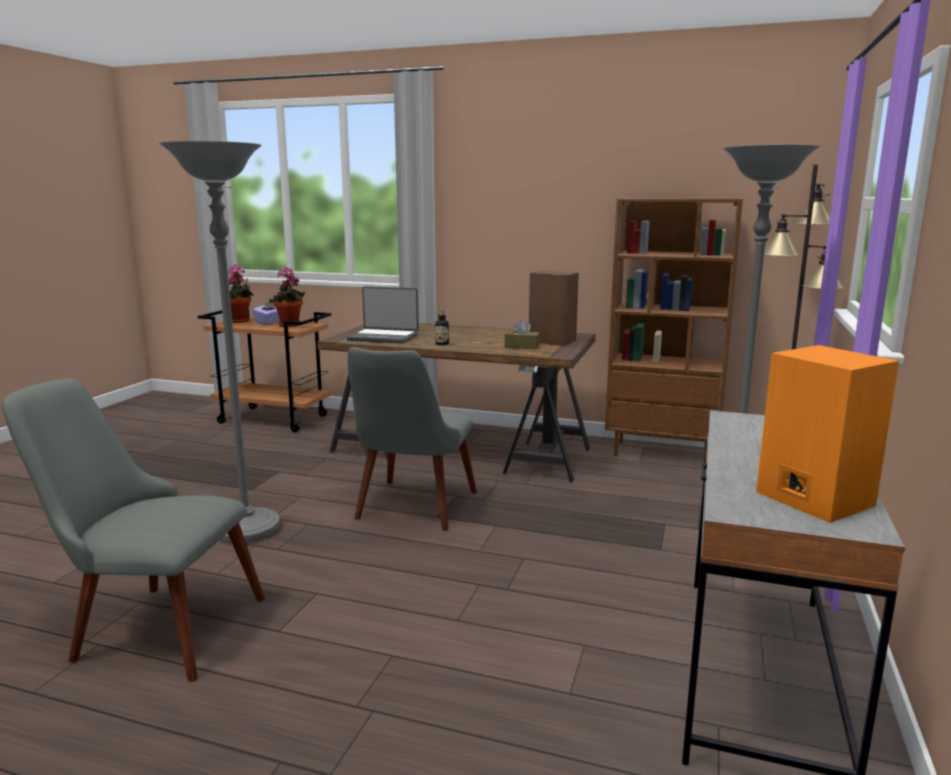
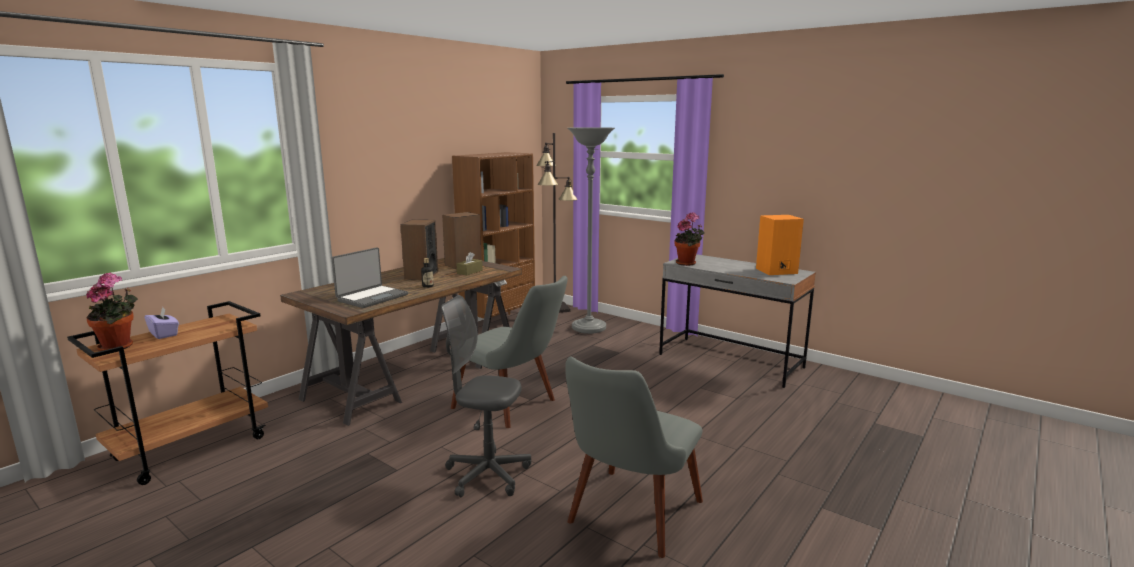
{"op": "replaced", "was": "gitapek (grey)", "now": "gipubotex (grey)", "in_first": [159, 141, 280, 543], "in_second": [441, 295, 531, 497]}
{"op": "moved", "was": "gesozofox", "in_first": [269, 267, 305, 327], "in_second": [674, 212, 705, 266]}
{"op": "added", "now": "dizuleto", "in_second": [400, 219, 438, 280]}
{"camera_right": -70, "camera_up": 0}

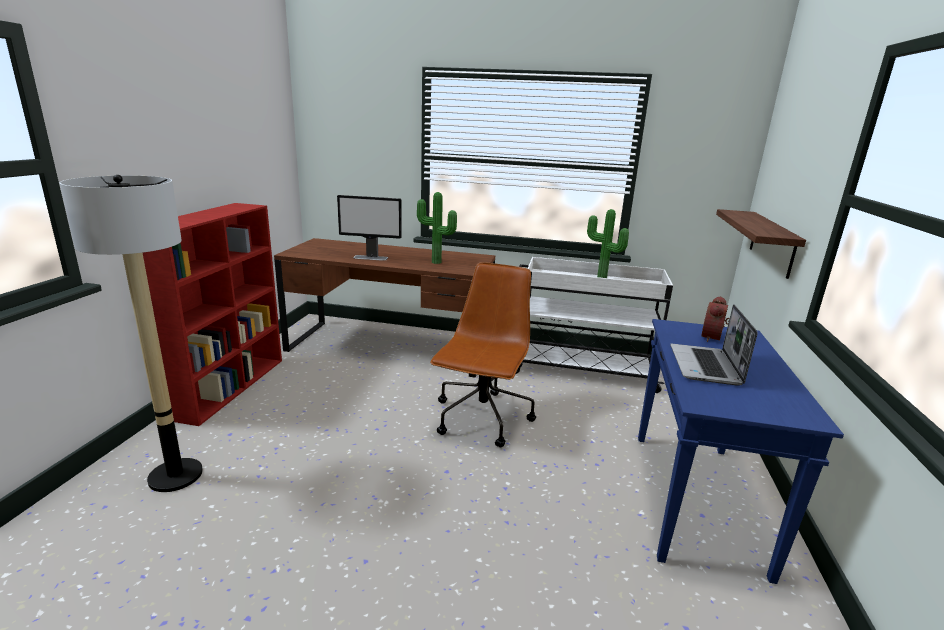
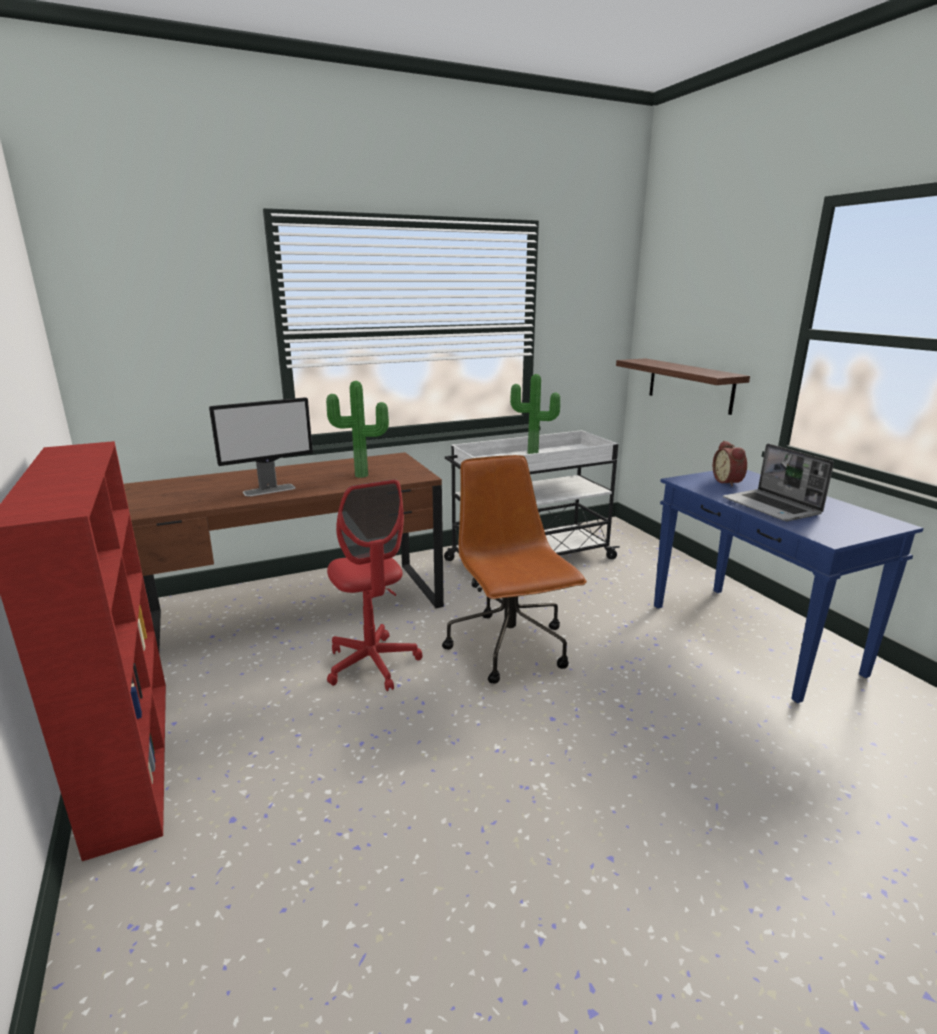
{"op": "removed", "was": "gitapek", "in_first": [59, 175, 203, 492]}
{"op": "added", "now": "gipubotex (red)", "in_second": [327, 479, 422, 691]}
{"camera_right": -35, "camera_up": 0}

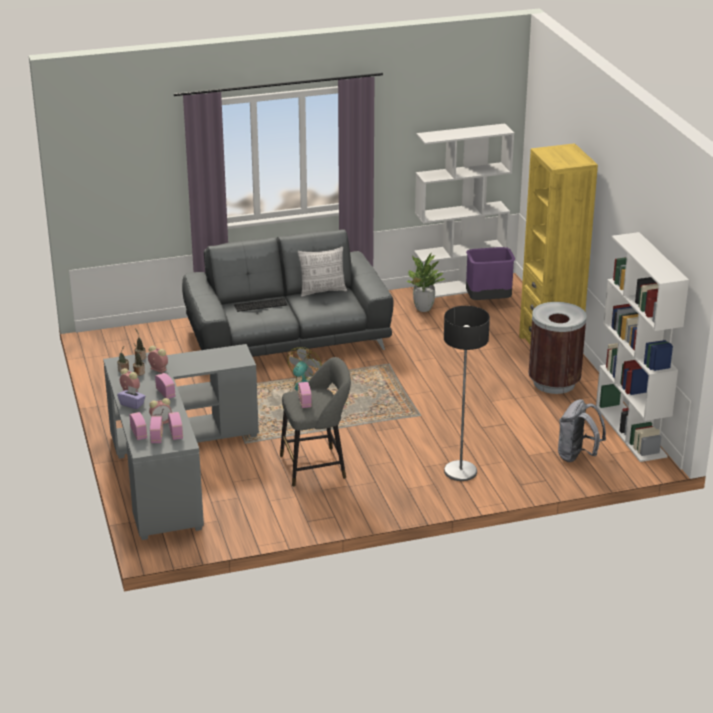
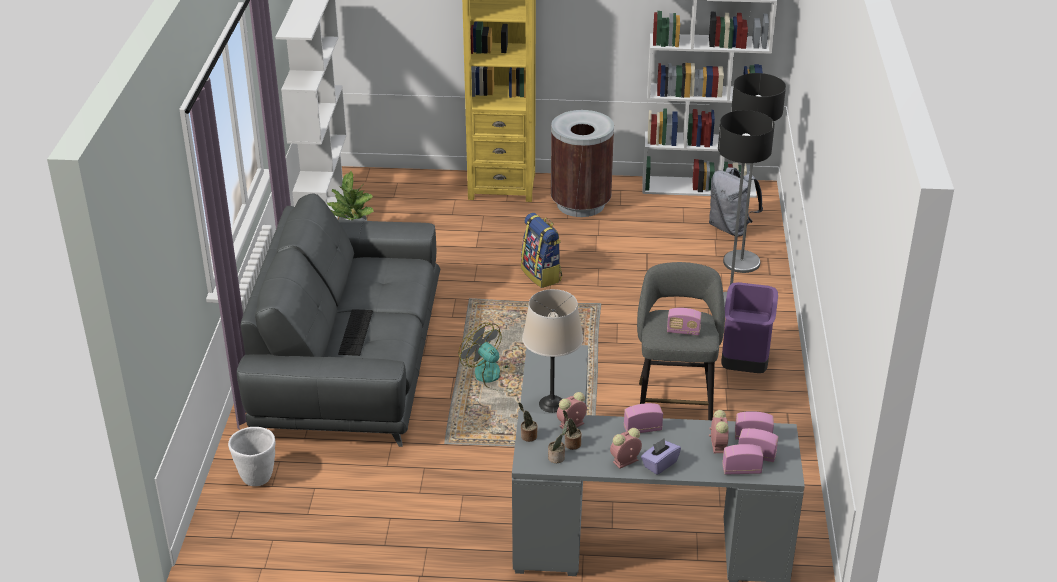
{"op": "removed", "was": "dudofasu", "in_first": [298, 247, 347, 297]}
{"op": "moved", "was": "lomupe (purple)", "in_first": [466, 247, 515, 300], "in_second": [721, 282, 778, 373]}
{"op": "added", "now": "gitapek", "in_second": [723, 73, 786, 273]}
{"op": "added", "now": "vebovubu", "in_second": [521, 213, 562, 288]}
{"op": "added", "now": "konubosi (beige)", "in_second": [522, 289, 583, 413]}
{"op": "added", "now": "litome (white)", "in_second": [228, 427, 275, 486]}
{"camera_right": -70, "camera_up": 5}

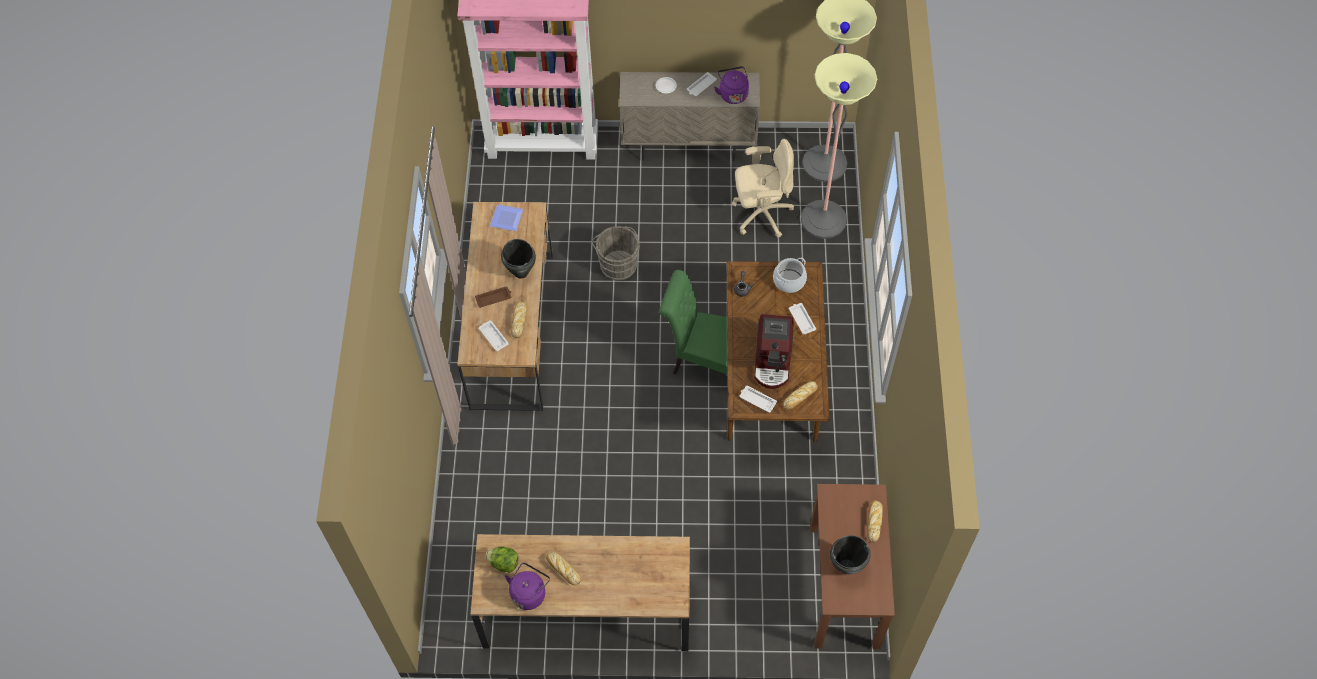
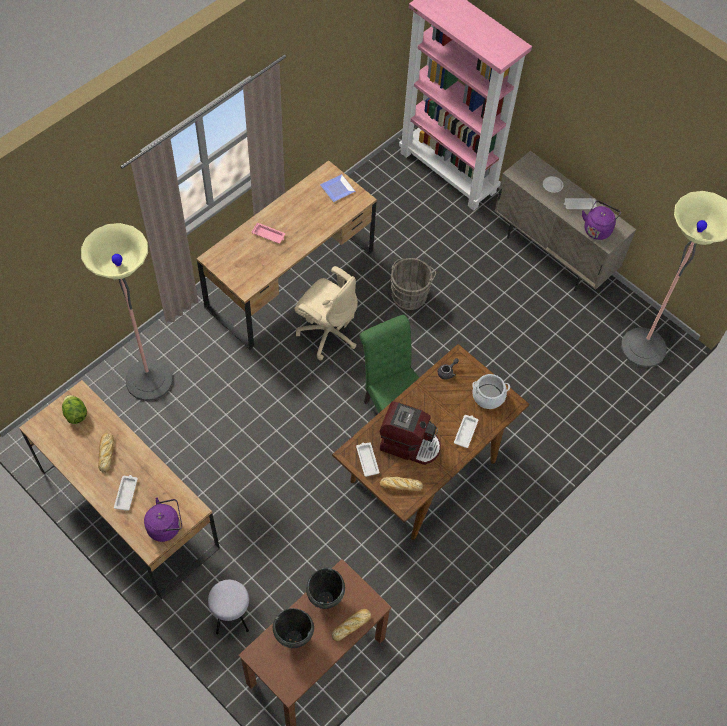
{"op": "moved", "was": "gitapek", "in_first": [801, 53, 877, 239], "in_second": [81, 223, 173, 401]}
{"op": "moved", "was": "gipubotex (beige)", "in_first": [731, 139, 794, 238], "in_second": [295, 266, 358, 360]}
{"op": "moved", "was": "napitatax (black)", "in_first": [501, 239, 536, 279], "in_second": [306, 568, 345, 609]}
{"op": "recoloured", "was": "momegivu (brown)", "now": "momegivu (pink)", "in_first": [475, 286, 511, 308], "in_second": [252, 223, 285, 243]}
{"op": "removed", "was": "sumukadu", "in_first": [511, 302, 527, 338]}
{"op": "turned", "was": "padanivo", "in_first": [754, 314, 794, 389], "in_second": [380, 402, 441, 465], "clockwise": -120}
{"op": "moved", "was": "momegivu (white)", "in_first": [479, 320, 509, 351], "in_second": [114, 475, 138, 511]}
{"op": "moved", "was": "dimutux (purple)", "in_first": [505, 563, 550, 610], "in_second": [144, 498, 182, 542]}
{"op": "added", "now": "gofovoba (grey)", "in_second": [208, 580, 249, 634]}
{"camera_right": 40, "camera_up": 0}

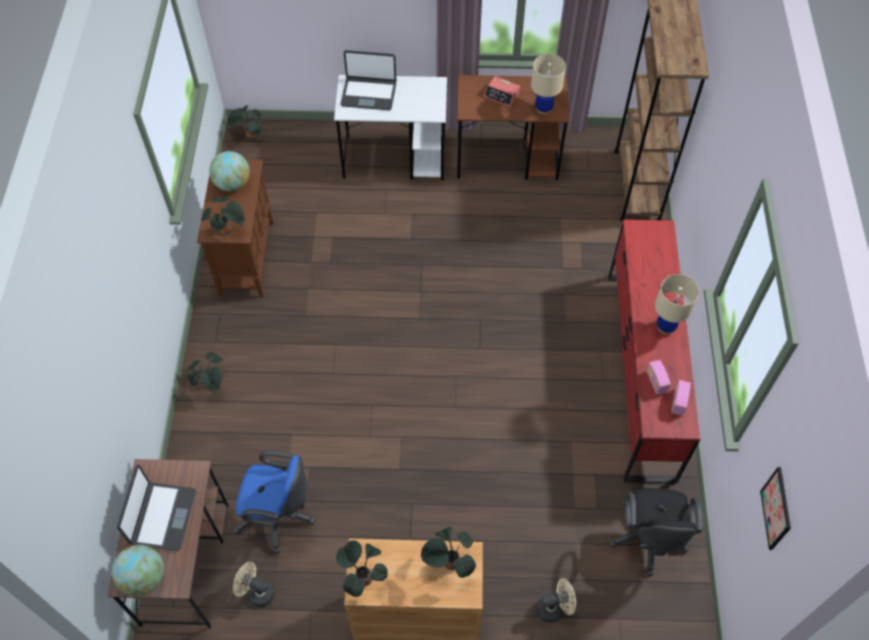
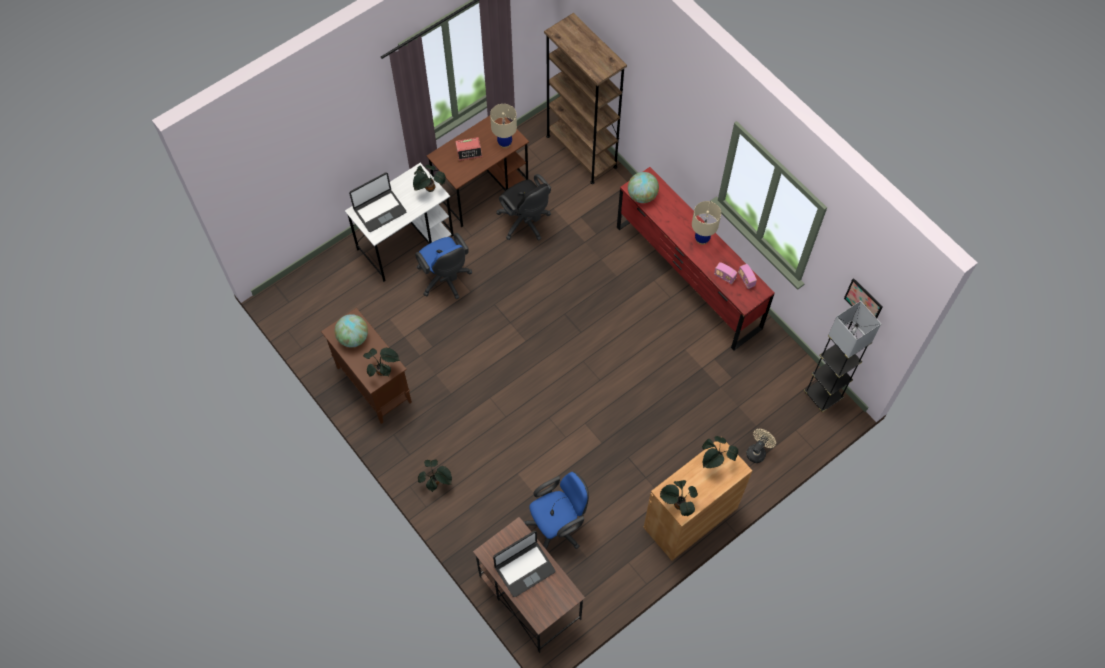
{"op": "moved", "was": "gesozofox", "in_first": [228, 105, 262, 140], "in_second": [413, 165, 446, 192]}
{"op": "turned", "was": "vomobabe", "in_first": [117, 465, 196, 551], "in_second": [493, 531, 555, 597], "clockwise": 90}
{"op": "moved", "was": "gipubotex (black)", "in_first": [609, 488, 703, 576], "in_second": [496, 174, 551, 241]}
{"op": "moved", "was": "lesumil", "in_first": [112, 545, 164, 596], "in_second": [628, 172, 659, 203]}
{"op": "removed", "was": "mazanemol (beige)", "in_first": [233, 562, 275, 607]}
{"op": "added", "now": "gipubotex (blue)", "in_second": [415, 233, 472, 299]}
{"op": "added", "now": "gitapek (grey)", "in_second": [804, 301, 881, 412]}
{"camera_right": -40, "camera_up": 5}

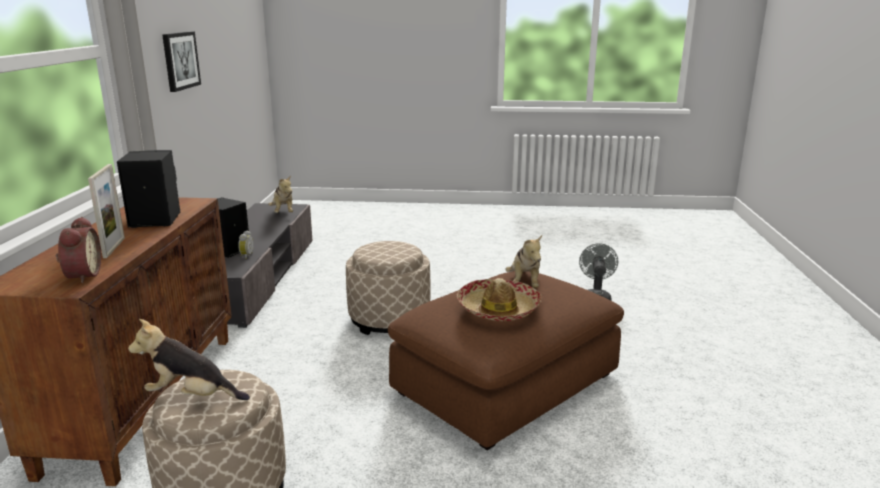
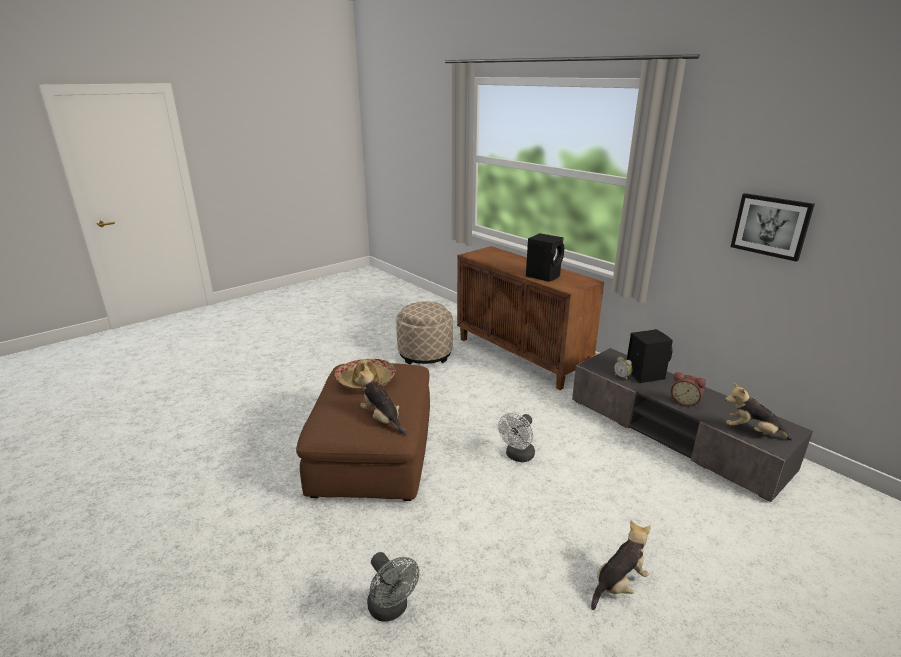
{"op": "removed", "was": "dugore", "in_first": [88, 164, 125, 258]}
{"op": "moved", "was": "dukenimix", "in_first": [56, 217, 101, 283], "in_second": [671, 372, 706, 407]}
{"op": "replaced", "was": "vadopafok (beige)", "now": "mazanemol (white)", "in_first": [346, 241, 431, 335], "in_second": [498, 413, 535, 462]}
{"op": "moved", "was": "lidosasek", "in_first": [128, 319, 250, 400], "in_second": [591, 521, 651, 610]}
{"camera_right": 135, "camera_up": 5}

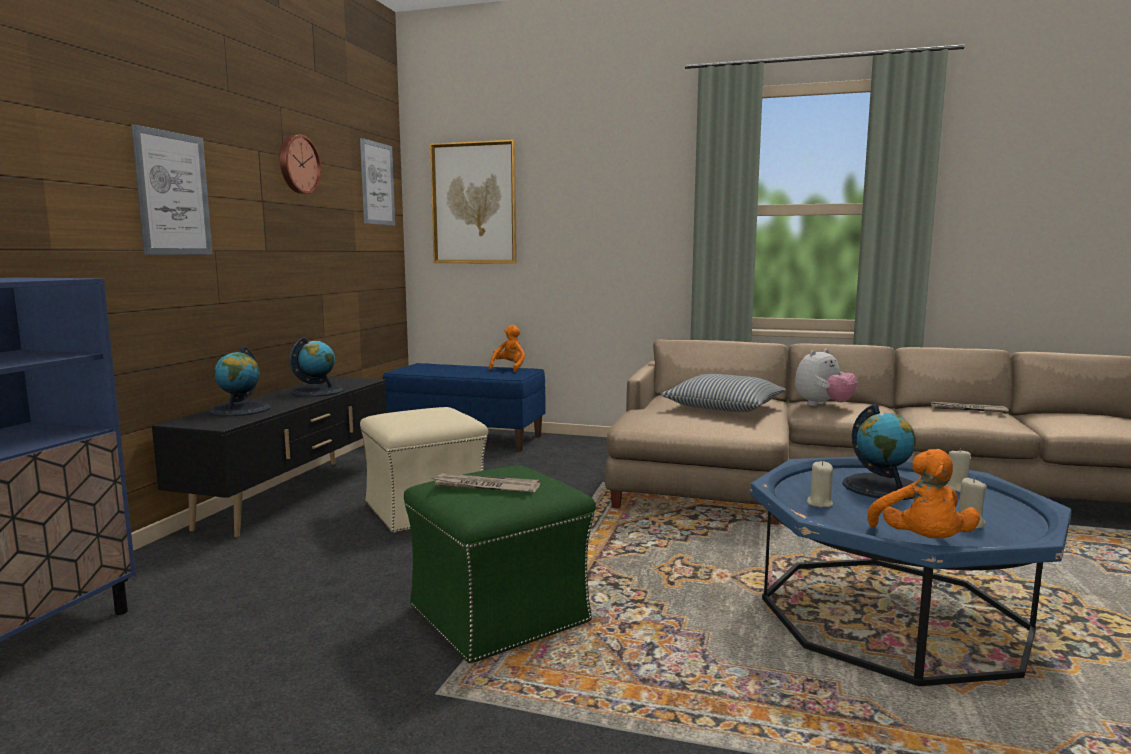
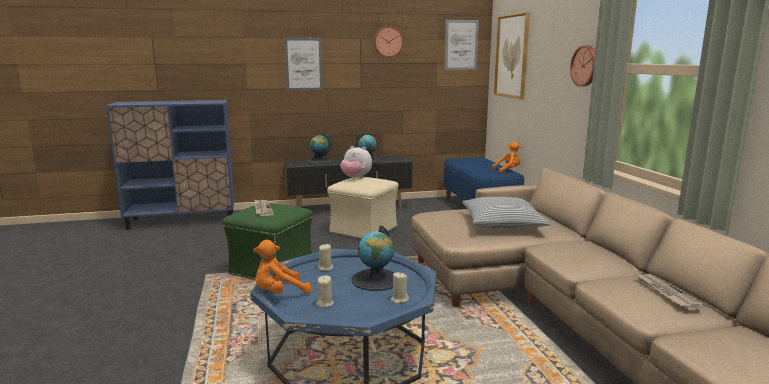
{"op": "moved", "was": "lidosasek", "in_first": [795, 349, 858, 406], "in_second": [340, 146, 372, 178]}
{"op": "added", "now": "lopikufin", "in_second": [570, 46, 595, 87]}
{"camera_right": 60, "camera_up": 5}

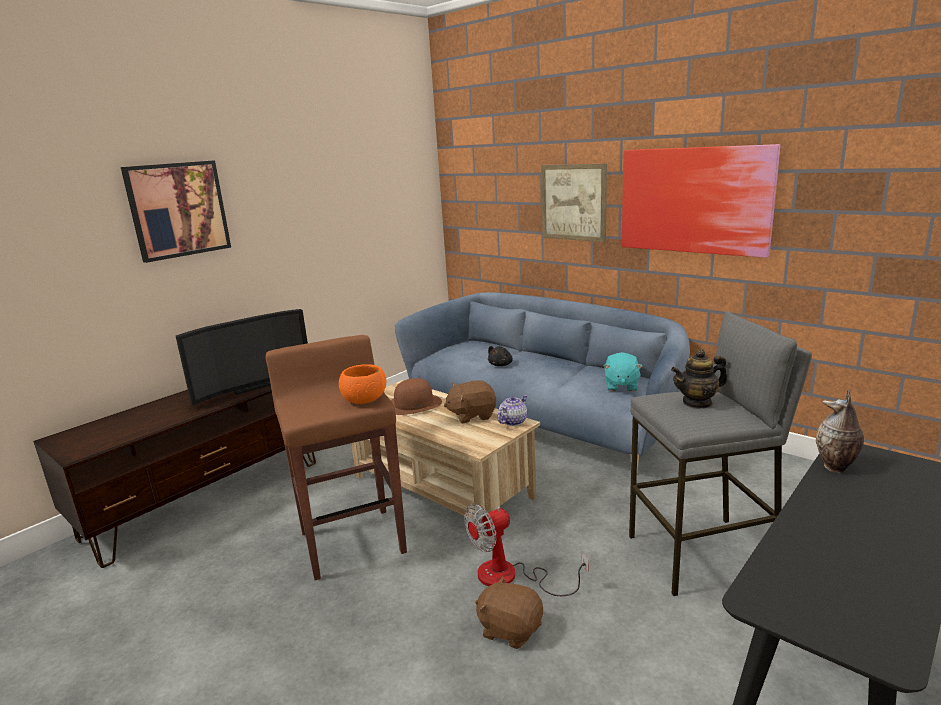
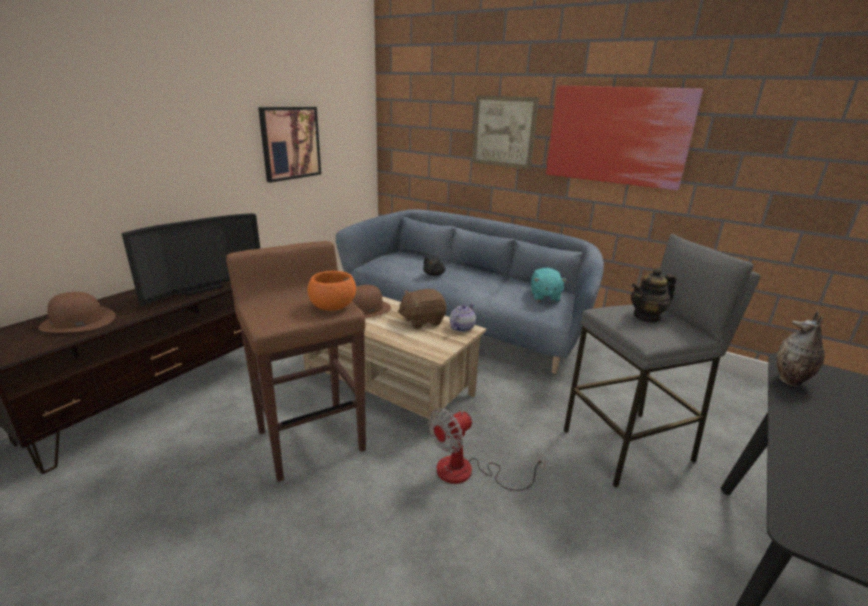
{"op": "moved", "was": "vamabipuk", "in_first": [121, 160, 231, 263], "in_second": [258, 107, 321, 183]}
{"op": "removed", "was": "lidosasek (brown)", "in_first": [475, 576, 543, 649]}
{"op": "added", "now": "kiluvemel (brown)", "in_second": [38, 292, 116, 332]}
{"camera_right": -10, "camera_up": 5}

